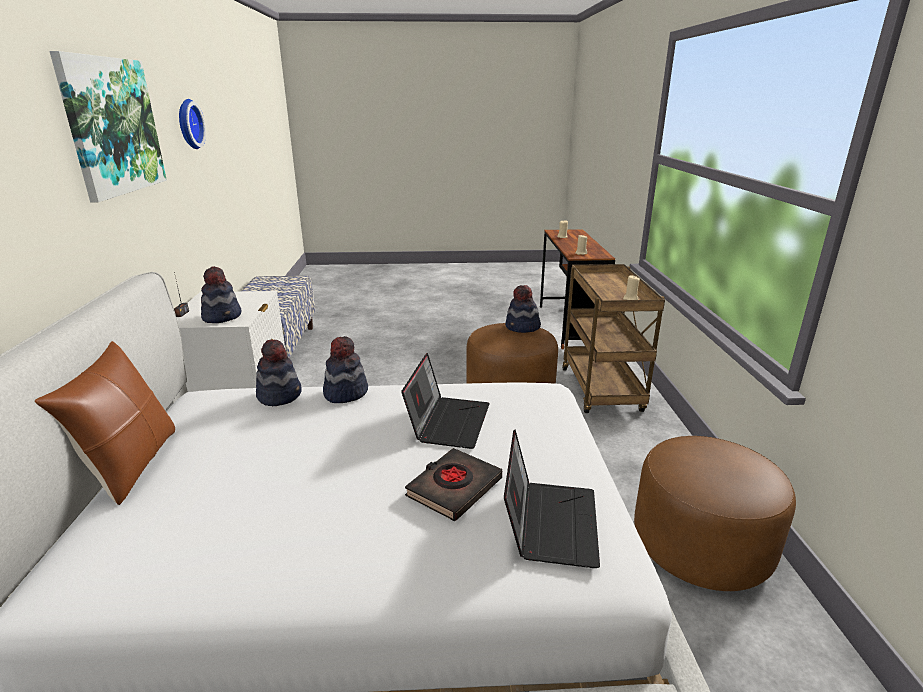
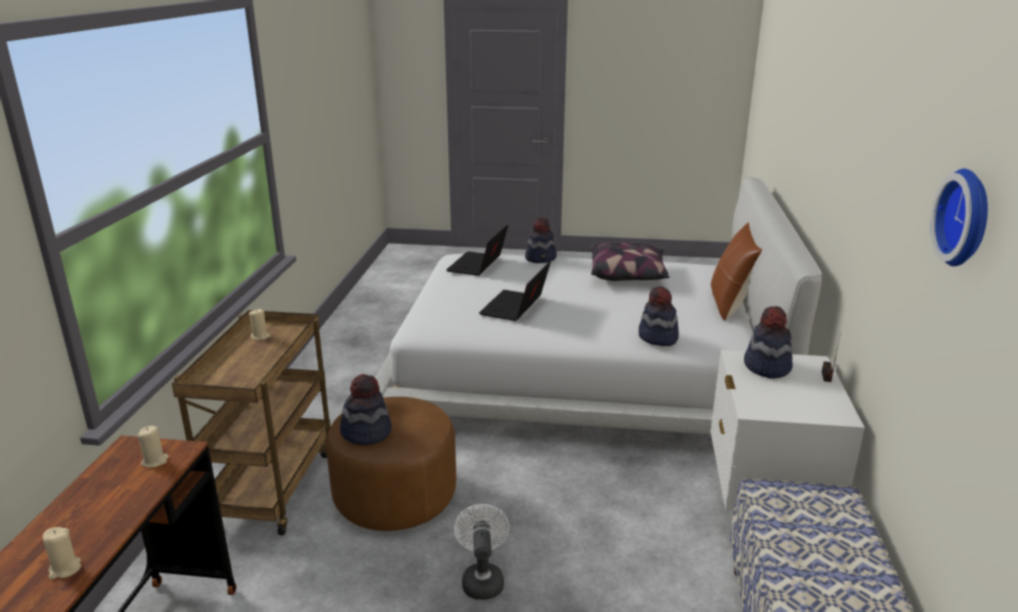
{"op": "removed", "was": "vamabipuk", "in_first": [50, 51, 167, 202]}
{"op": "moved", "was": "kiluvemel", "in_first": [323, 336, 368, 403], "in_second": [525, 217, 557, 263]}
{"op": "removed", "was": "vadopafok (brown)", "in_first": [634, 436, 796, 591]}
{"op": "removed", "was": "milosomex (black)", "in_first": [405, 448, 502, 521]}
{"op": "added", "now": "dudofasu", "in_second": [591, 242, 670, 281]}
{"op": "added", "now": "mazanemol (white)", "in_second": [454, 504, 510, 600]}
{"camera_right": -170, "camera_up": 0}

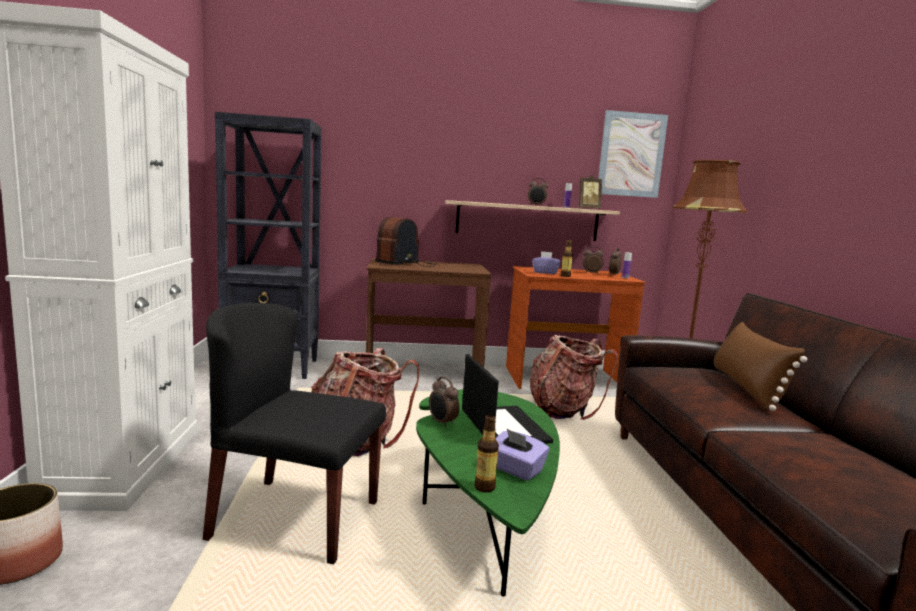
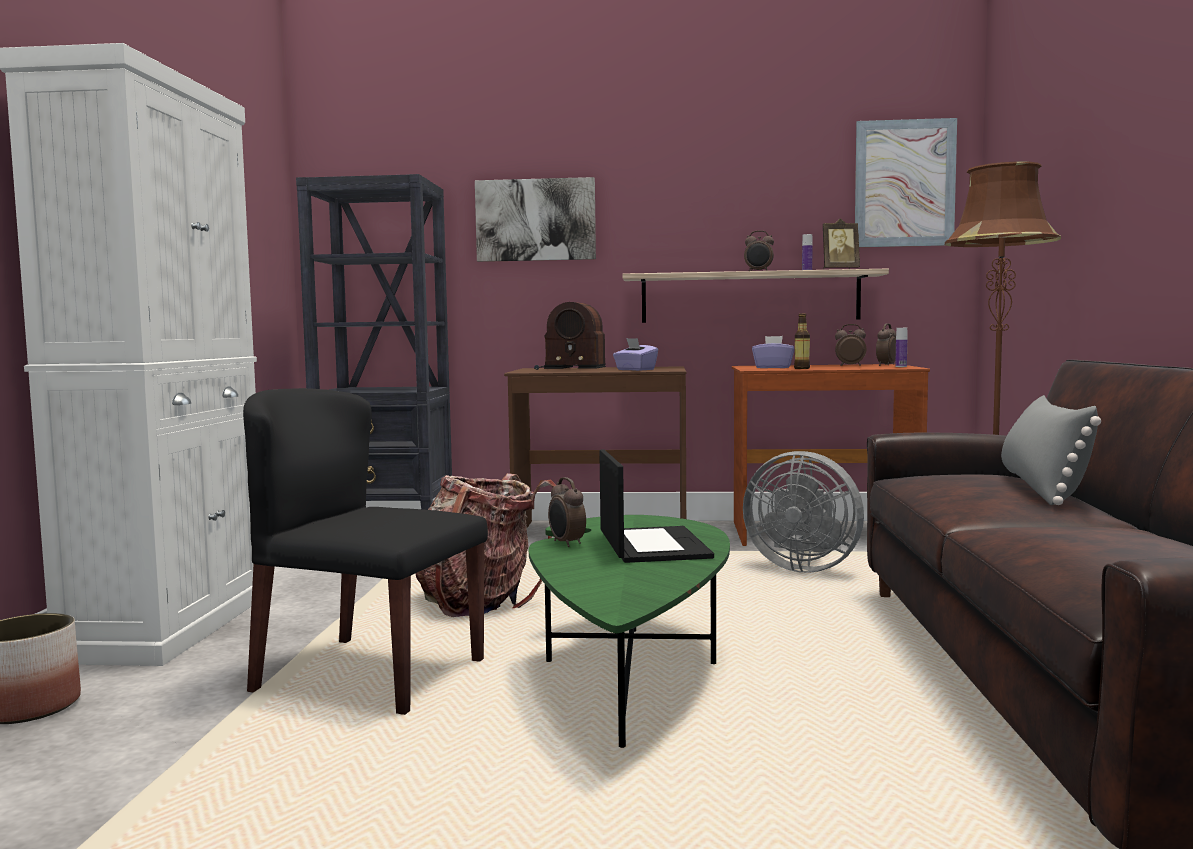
{"op": "turned", "was": "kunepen", "in_first": [375, 217, 438, 267], "in_second": [534, 302, 606, 370], "clockwise": -120}
{"op": "recoloured", "was": "dudofasu (brown)", "now": "dudofasu (grey)", "in_first": [713, 322, 808, 411], "in_second": [1001, 395, 1101, 505]}
{"op": "replaced", "was": "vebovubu", "now": "mazanemol (grey)", "in_first": [530, 335, 618, 420], "in_second": [743, 451, 864, 573]}
{"op": "removed", "was": "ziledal", "in_first": [475, 415, 499, 492]}
{"op": "moved", "was": "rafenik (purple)", "in_first": [495, 429, 549, 481], "in_second": [613, 338, 658, 371]}
{"op": "added", "now": "vamabipuk", "in_second": [475, 177, 596, 262]}
{"camera_right": 10, "camera_up": -5}

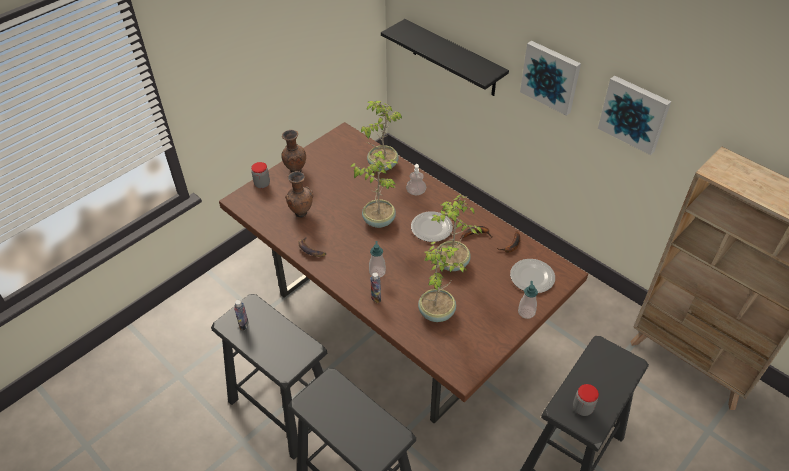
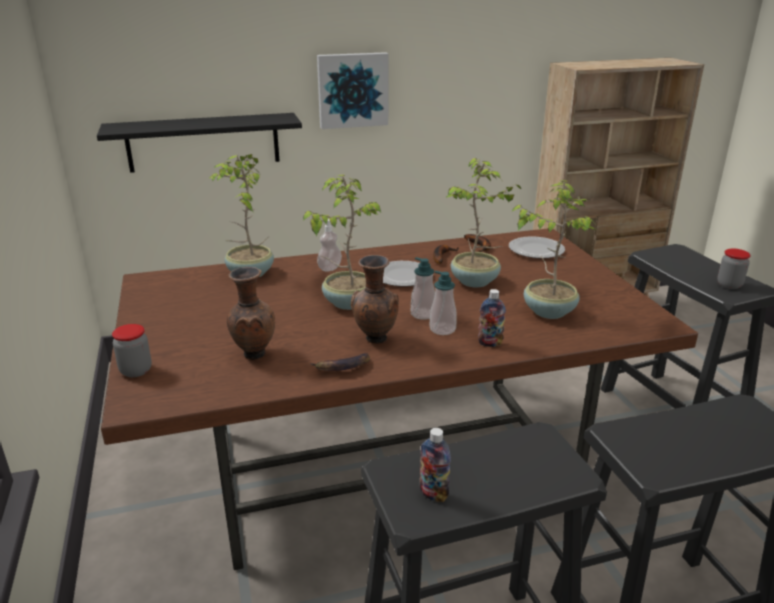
{"op": "removed", "was": "vamabipuk", "in_first": [598, 76, 671, 155]}
{"op": "moved", "was": "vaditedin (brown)", "in_first": [281, 130, 306, 173], "in_second": [351, 255, 399, 344]}
{"op": "moved", "was": "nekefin", "in_first": [518, 281, 538, 319], "in_second": [411, 257, 435, 320]}
{"camera_right": -60, "camera_up": -20}

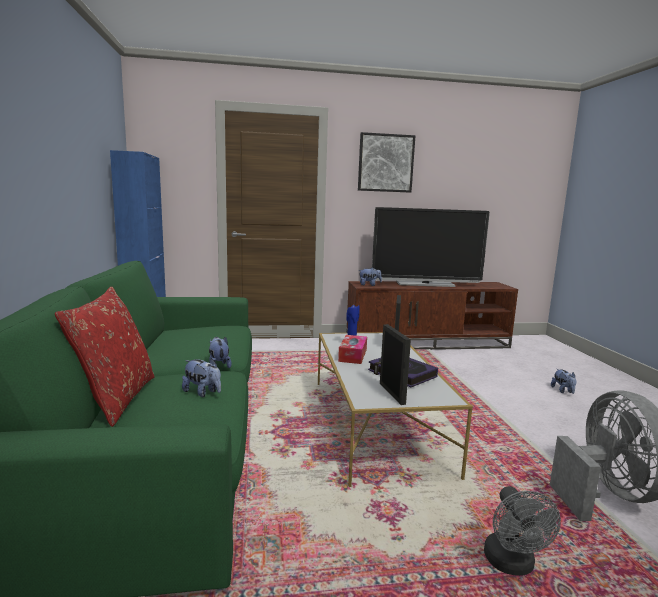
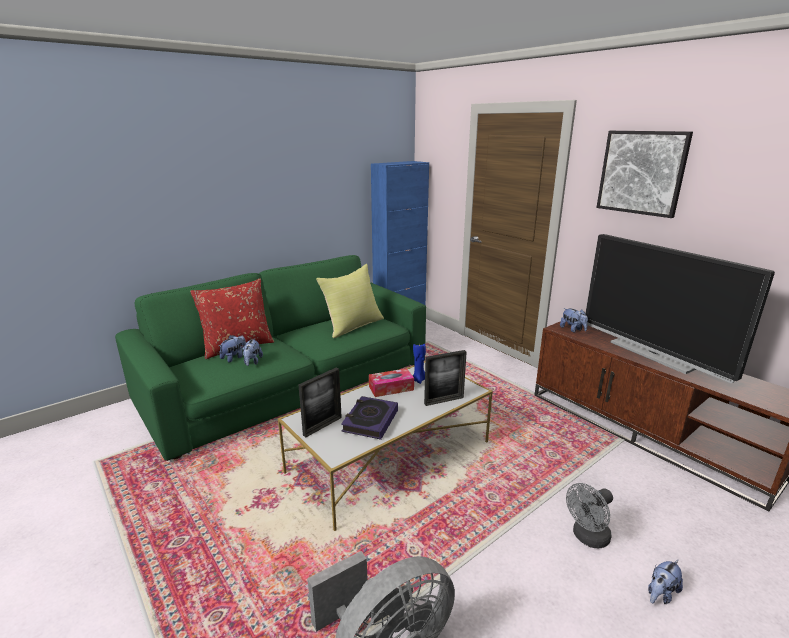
{"op": "moved", "was": "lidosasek", "in_first": [209, 337, 232, 368], "in_second": [219, 335, 246, 363]}
{"op": "moved", "was": "mazanemol (grey)", "in_first": [484, 486, 561, 576], "in_second": [566, 483, 613, 548]}
{"op": "added", "now": "dudofasu (yellow)", "in_second": [316, 264, 384, 338]}
{"camera_right": 60, "camera_up": 10}

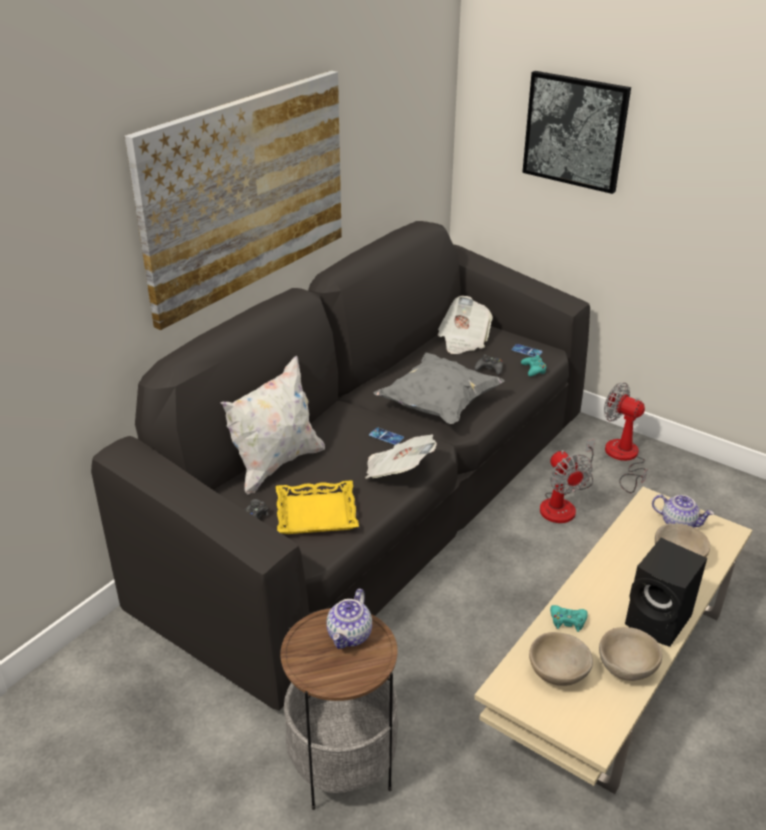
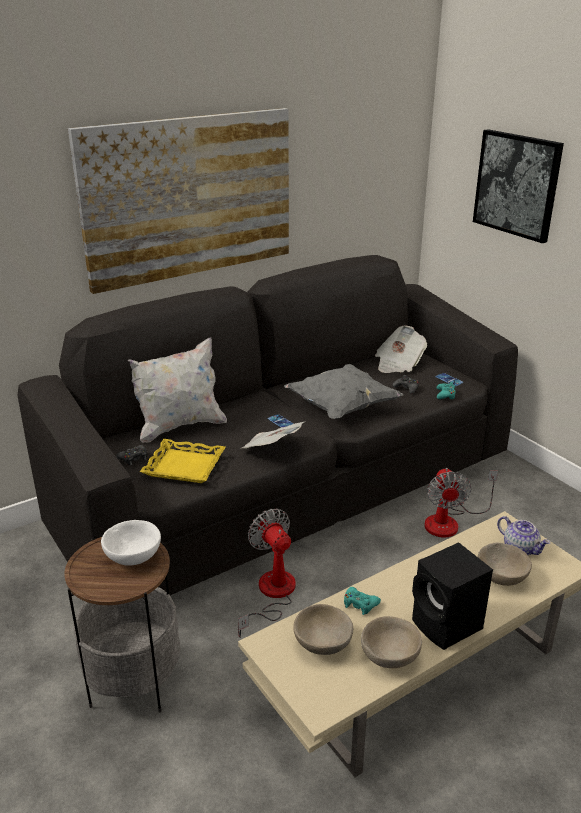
{"op": "moved", "was": "mazanemol", "in_first": [604, 382, 648, 493], "in_second": [238, 508, 296, 638]}
{"op": "replaced", "was": "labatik", "now": "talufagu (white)", "in_first": [326, 589, 372, 649], "in_second": [101, 520, 161, 566]}
{"camera_right": 20, "camera_up": -5}

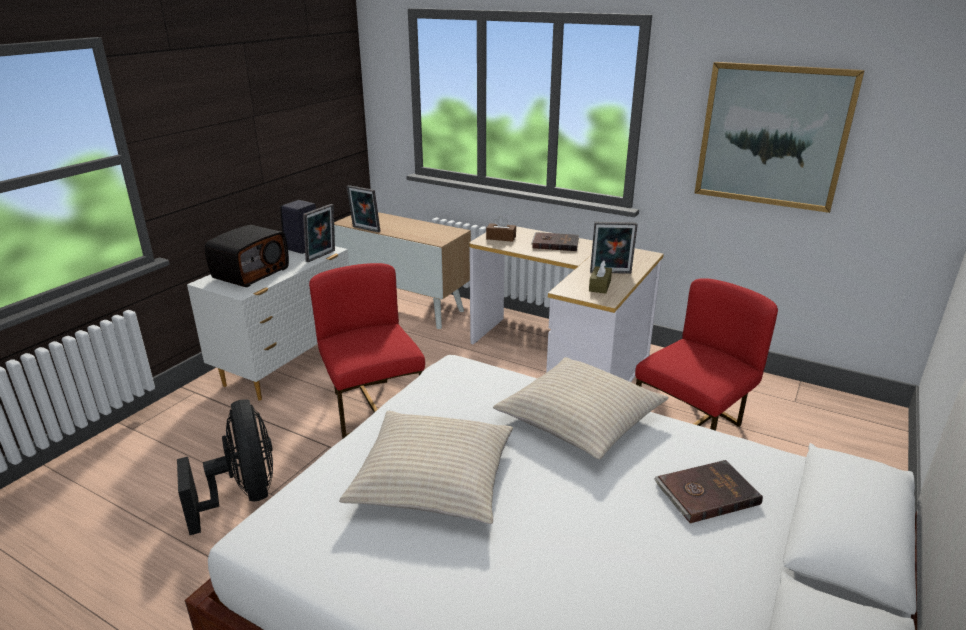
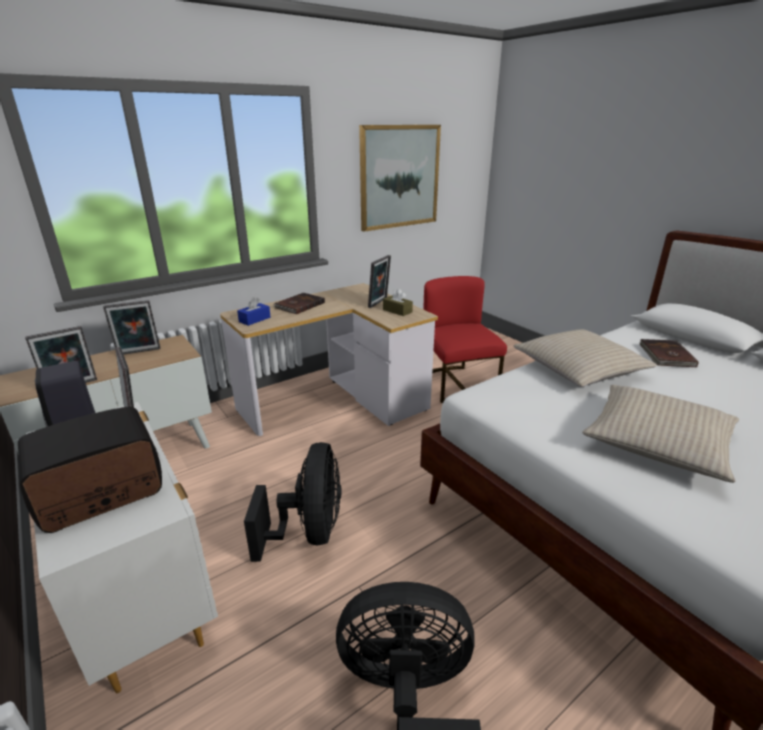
{"op": "recoloured", "was": "rafenik (brown)", "now": "rafenik (blue)", "in_first": [486, 216, 516, 242], "in_second": [237, 297, 271, 326]}
{"op": "turned", "was": "kunepen", "in_first": [205, 225, 289, 287], "in_second": [18, 407, 162, 533], "clockwise": -90}
{"op": "replaced", "was": "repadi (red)", "now": "mazanemol (black)", "in_first": [309, 263, 425, 439], "in_second": [244, 442, 341, 562]}
{"op": "added", "now": "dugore", "in_second": [103, 300, 160, 354]}
{"camera_right": -65, "camera_up": 0}

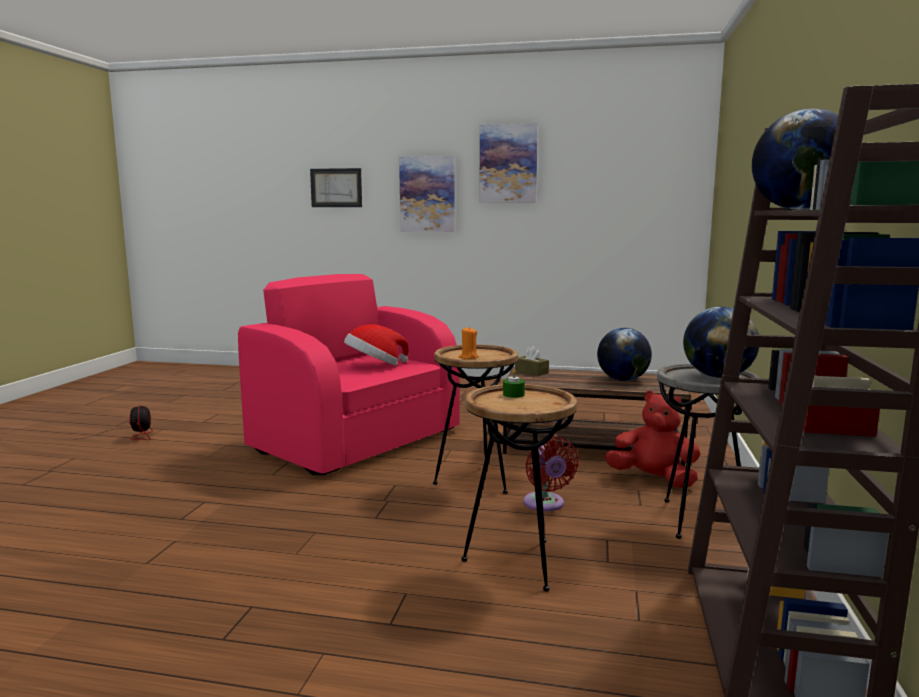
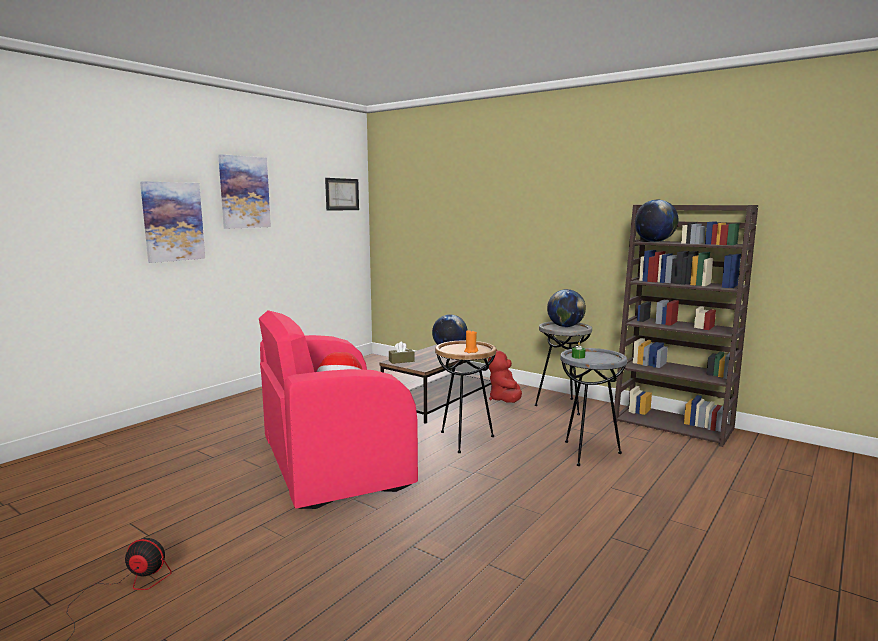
{"op": "moved", "was": "vamabipuk", "in_first": [310, 168, 362, 207], "in_second": [325, 178, 359, 211]}
{"op": "recoloured", "was": "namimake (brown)", "now": "namimake (grey)", "in_first": [461, 384, 577, 591], "in_second": [560, 348, 627, 466]}
{"op": "turned", "was": "lidosasek (red)", "in_first": [605, 391, 701, 488], "in_second": [488, 349, 522, 403], "clockwise": -45}
{"op": "removed", "was": "mazanemol (red)", "in_first": [524, 437, 579, 511]}
{"camera_right": -65, "camera_up": 0}

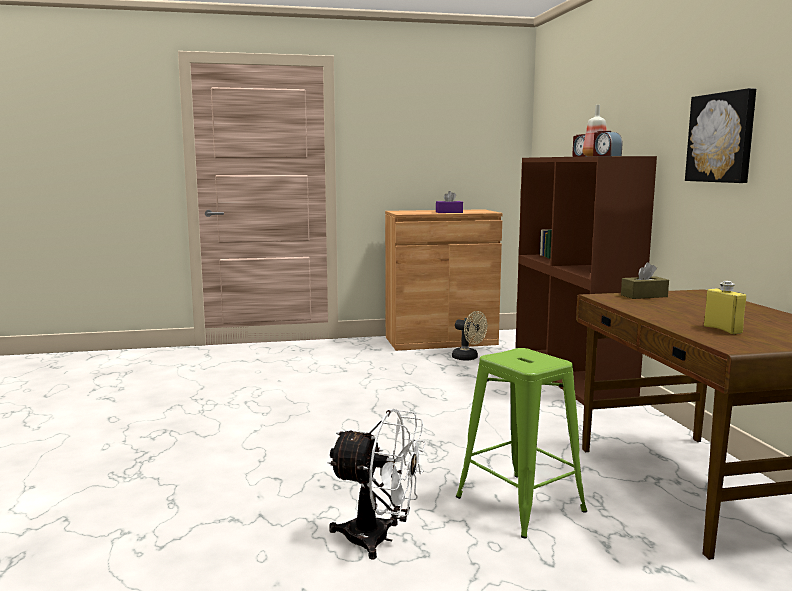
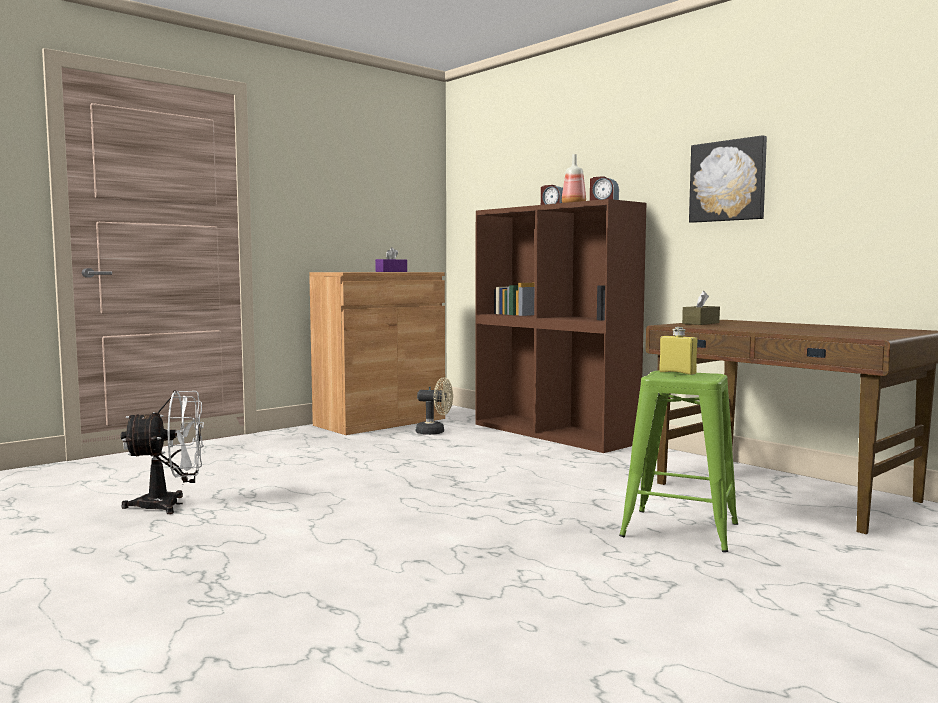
{"op": "moved", "was": "ziledal (yellow)", "in_first": [704, 281, 746, 334], "in_second": [659, 327, 697, 375]}
{"op": "moved", "was": "mazanemol (white)", "in_first": [327, 409, 426, 560], "in_second": [121, 390, 204, 514]}
{"camera_right": -30, "camera_up": -5}

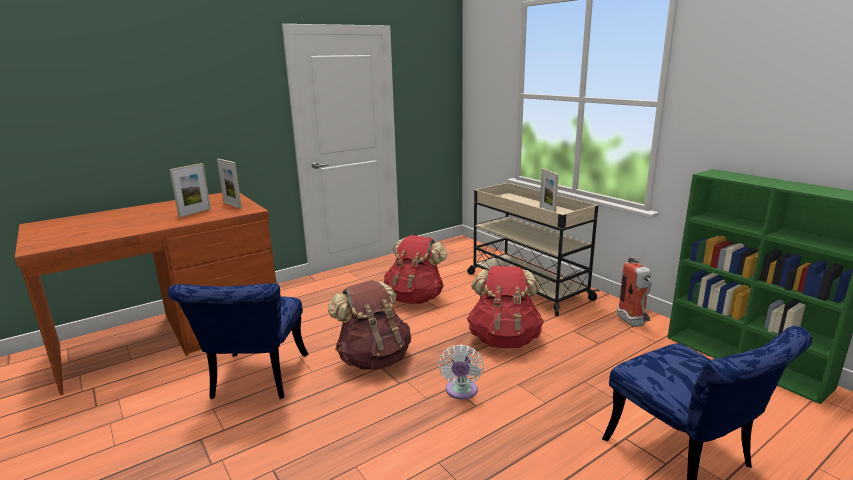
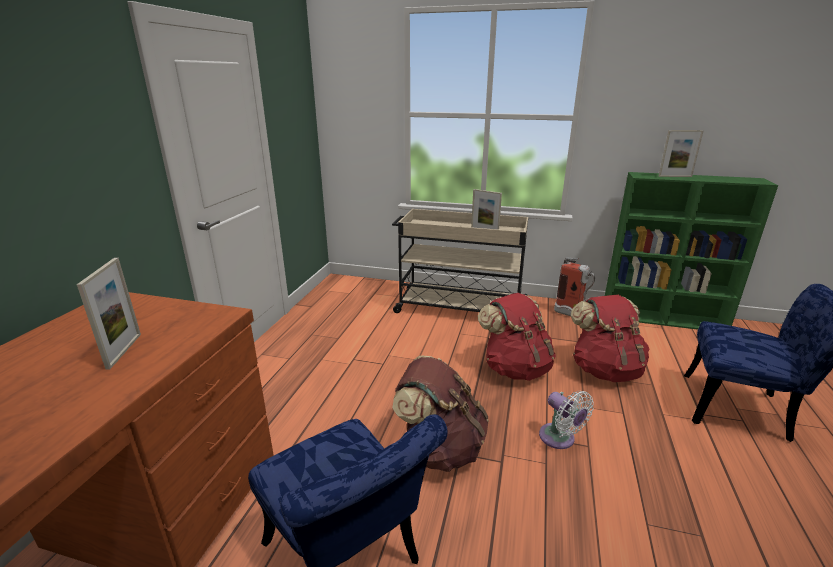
{"op": "moved", "was": "dugore", "in_first": [217, 159, 242, 208], "in_second": [659, 130, 704, 177]}
{"op": "moved", "was": "vebovubu (red)", "in_first": [384, 235, 448, 304], "in_second": [571, 295, 649, 382]}
{"camera_right": -40, "camera_up": 5}

